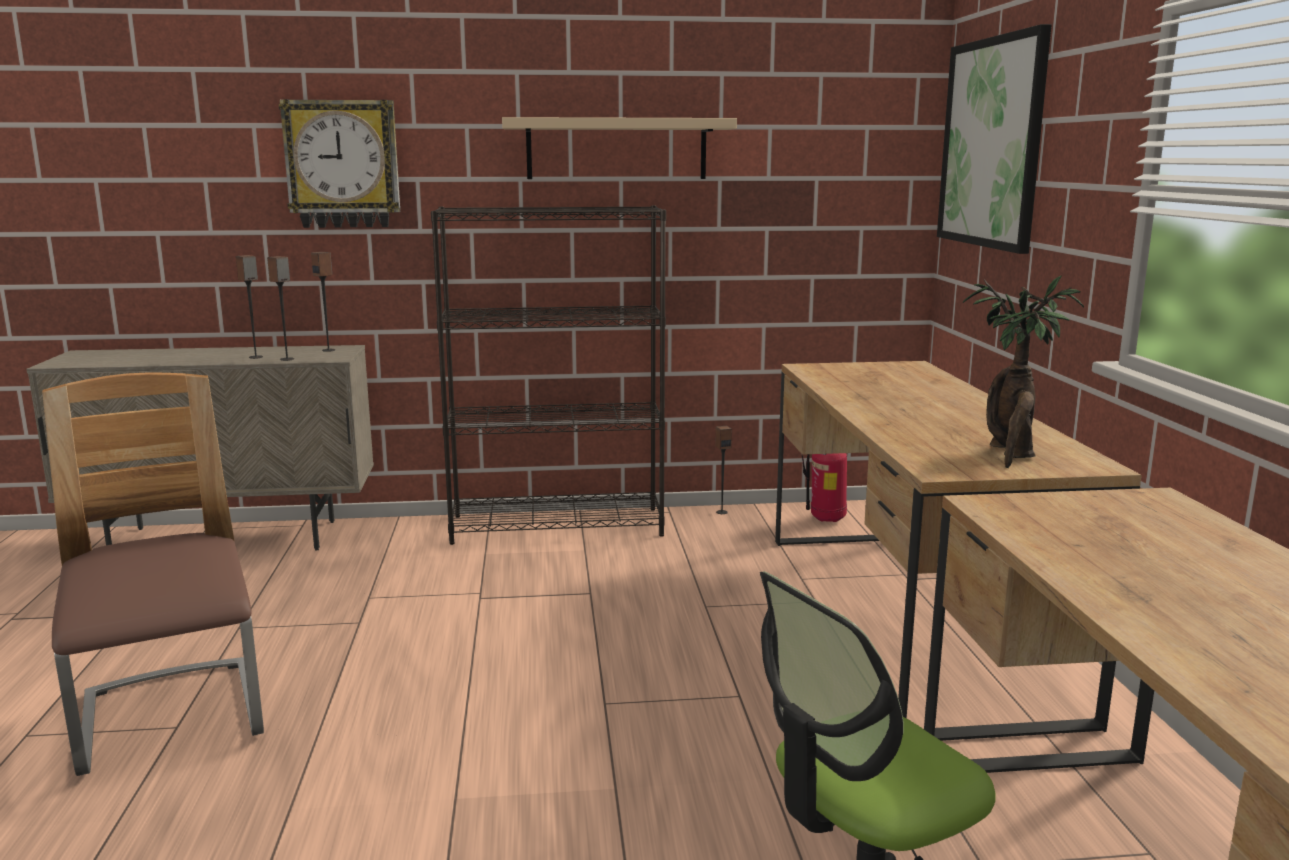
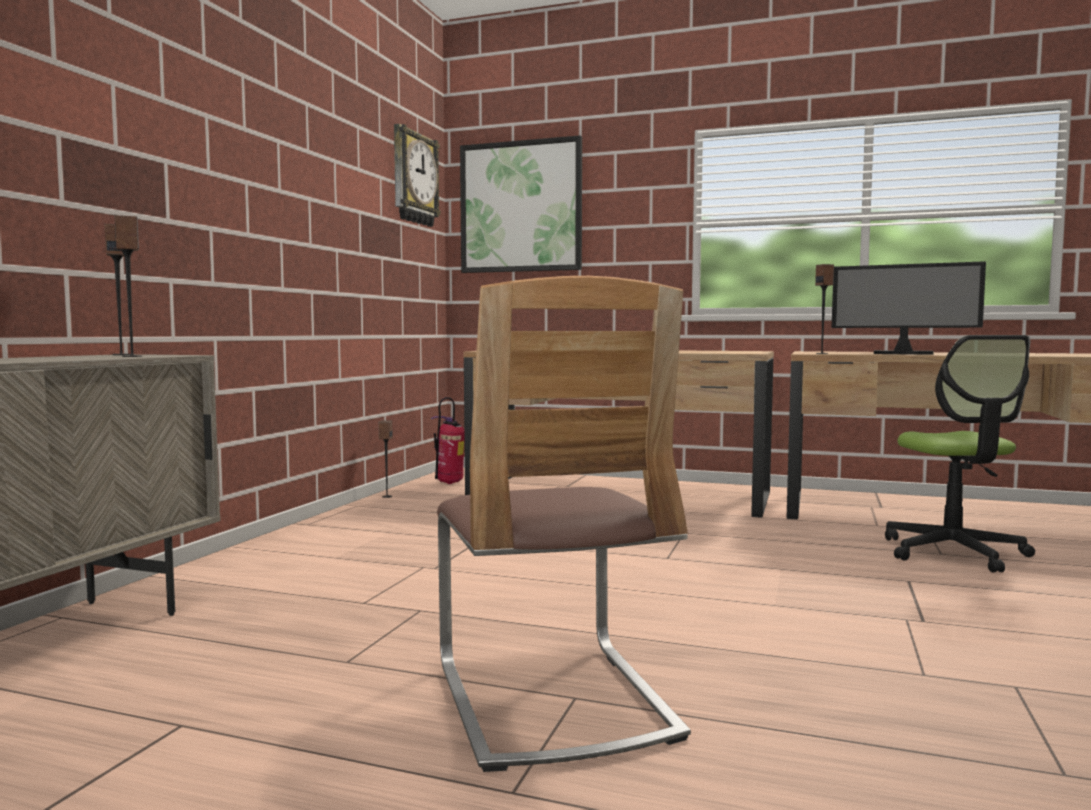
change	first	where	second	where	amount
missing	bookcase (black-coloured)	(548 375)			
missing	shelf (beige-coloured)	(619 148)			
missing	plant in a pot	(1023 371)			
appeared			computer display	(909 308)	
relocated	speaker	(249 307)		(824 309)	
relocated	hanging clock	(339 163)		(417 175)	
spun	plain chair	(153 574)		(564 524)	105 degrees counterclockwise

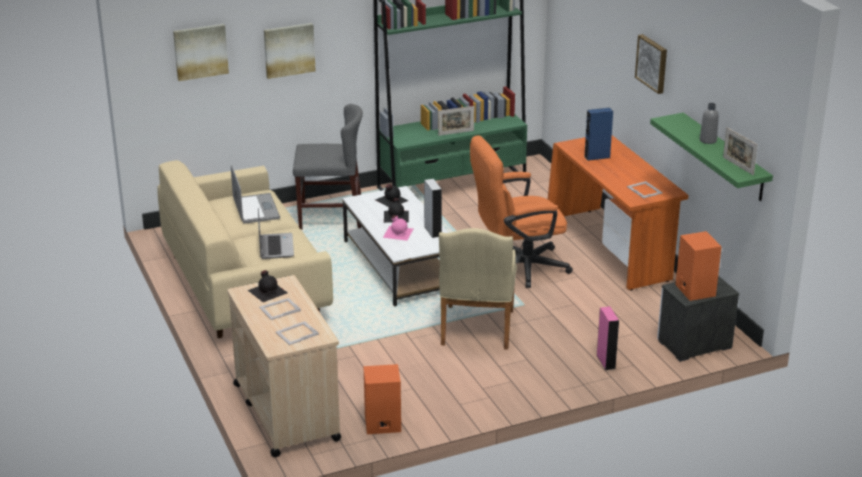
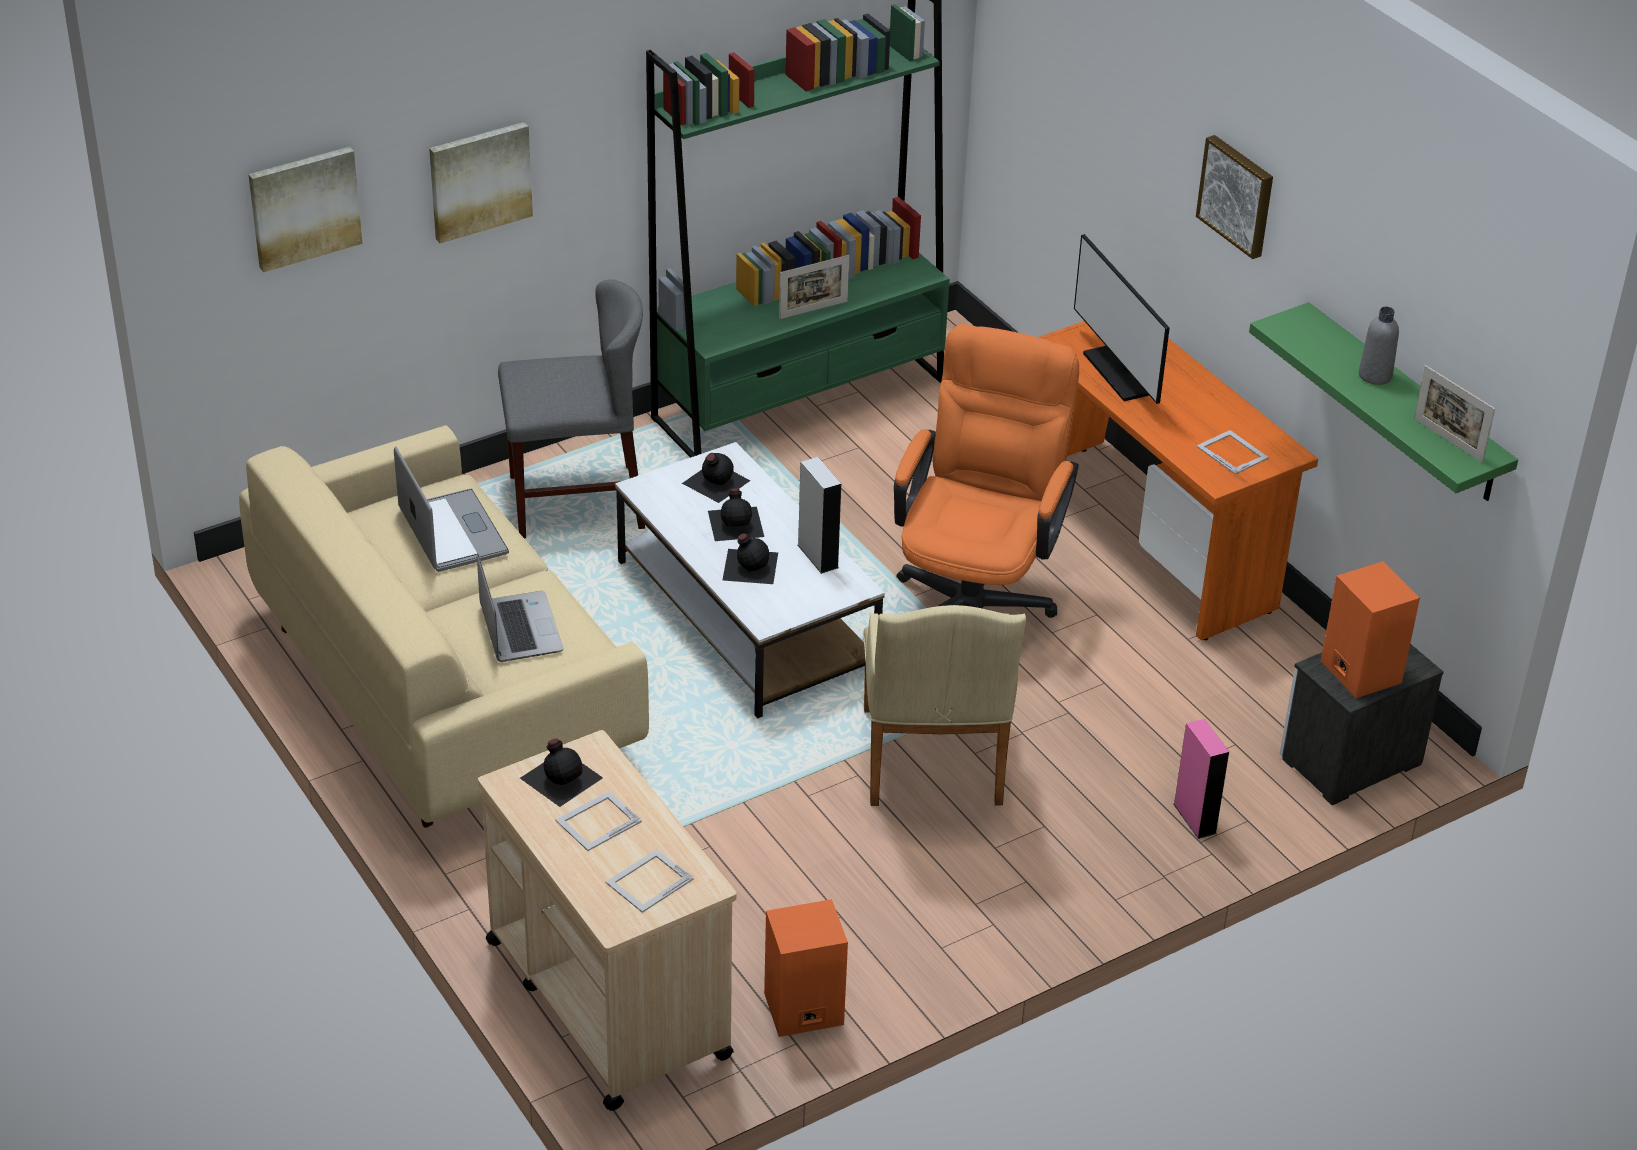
change	first	where	second	where	amount
exchanged	speaker (bluish)	(598 134)	computer display	(1122 319)	
colour	bottle (pink)	(398 228)	bottle (black-coloured)	(750 558)	
spun	computer chair (orangey)	(521 212)		(986 471)	135 degrees clockwise

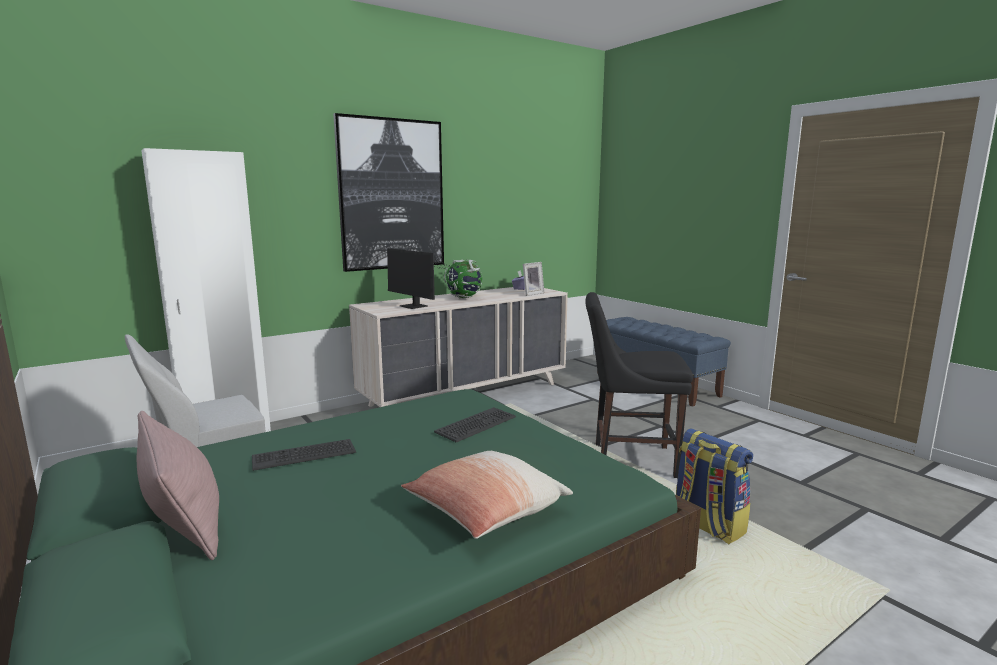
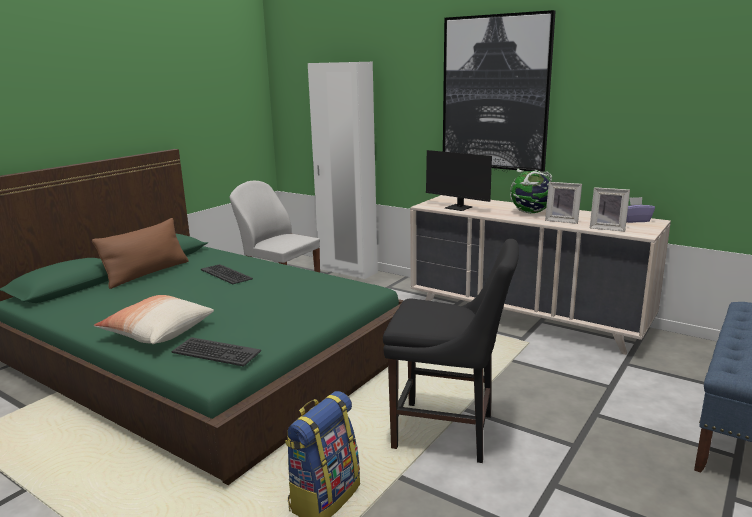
change	first	where	second	where	amount
appeared			standing frame	(563 203)	
relocated	computer keyboard	(475 425)		(216 351)	
colour	pillow (pink)	(178 485)	pillow (brownish)	(140 253)	
spun	computer display	(417 278)		(469 180)	75 degrees counterclockwise
spun	plain chair (black-coloured)	(639 385)		(451 351)	120 degrees clockwise

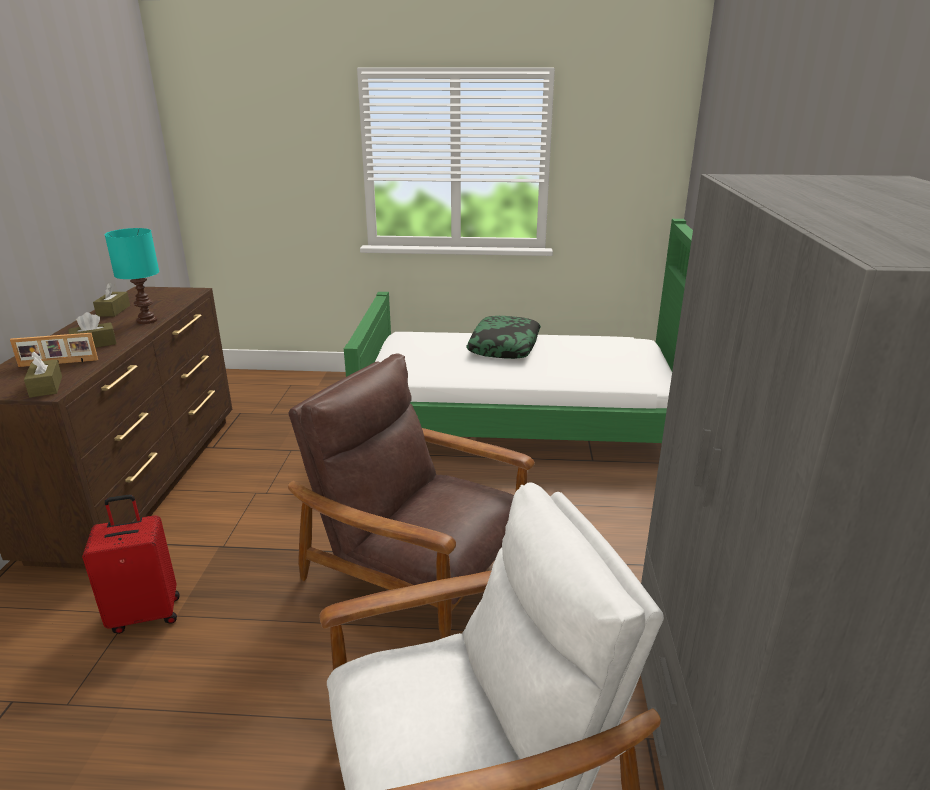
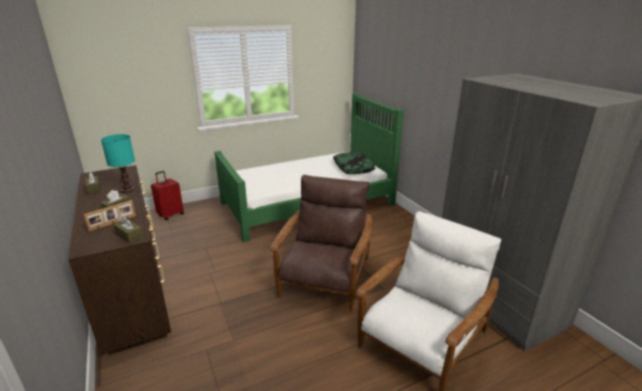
change	first	where	second	where	amount
relocated	piece of luggage (red-coloured)	(131 564)		(167 195)	
relocated	pillow	(504 337)		(354 163)	
spun	armchair (brownish)	(411 496)		(321 243)	105 degrees clockwise

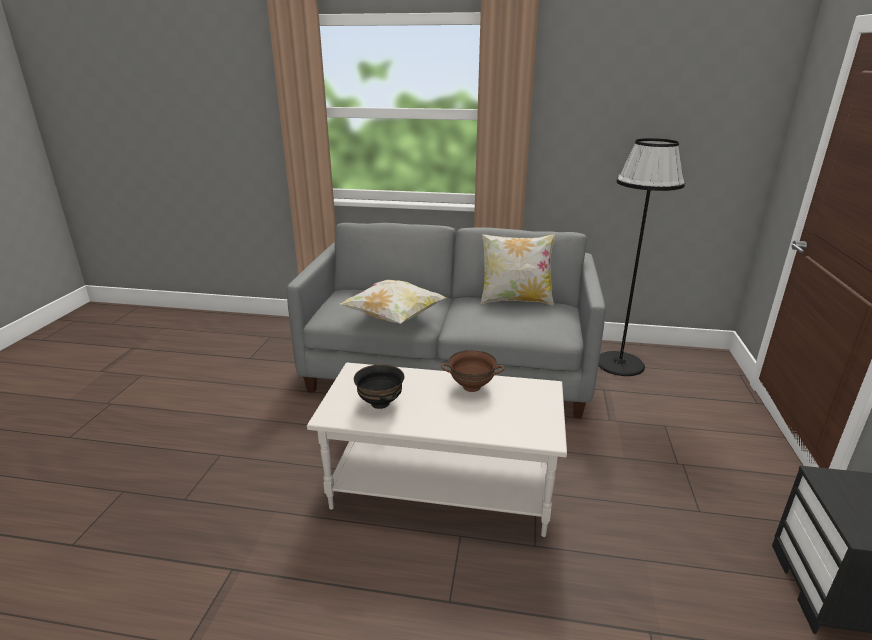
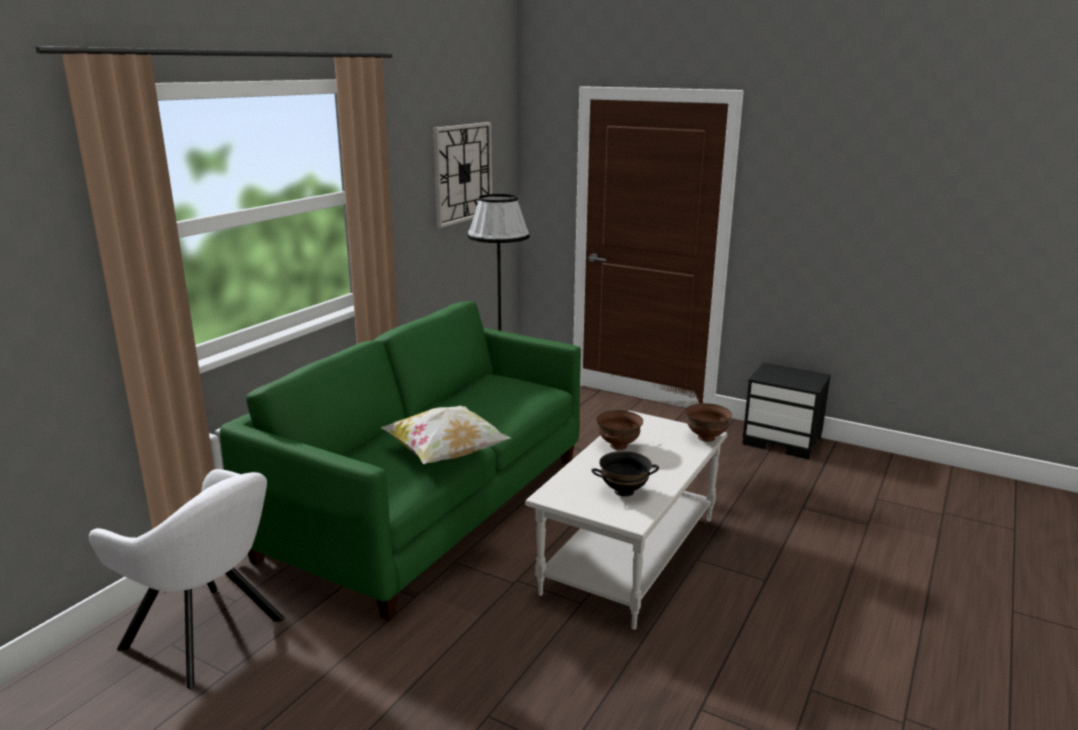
change	first	where	second	where	amount
missing	pillow	(518 269)			
appeared			armchair (whitish)	(187 579)	
appeared			hanging clock	(462 175)	
appeared			serving bowl (brownish)	(709 422)	
colour	sofa (greyish)	(446 320)	sofa (green)	(400 461)	

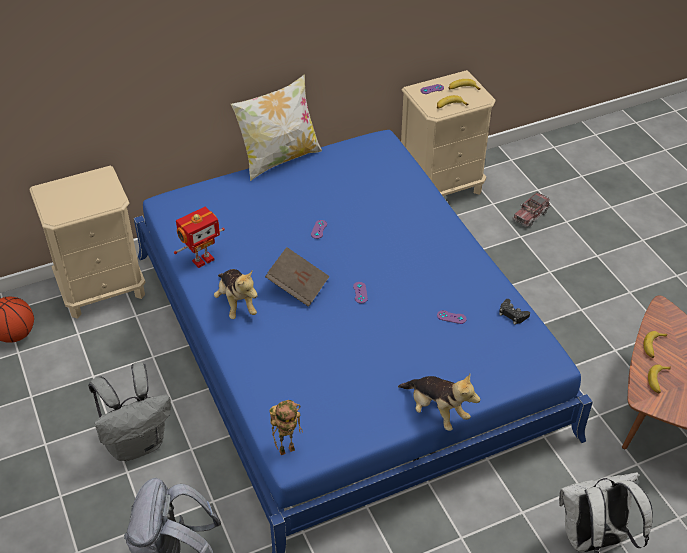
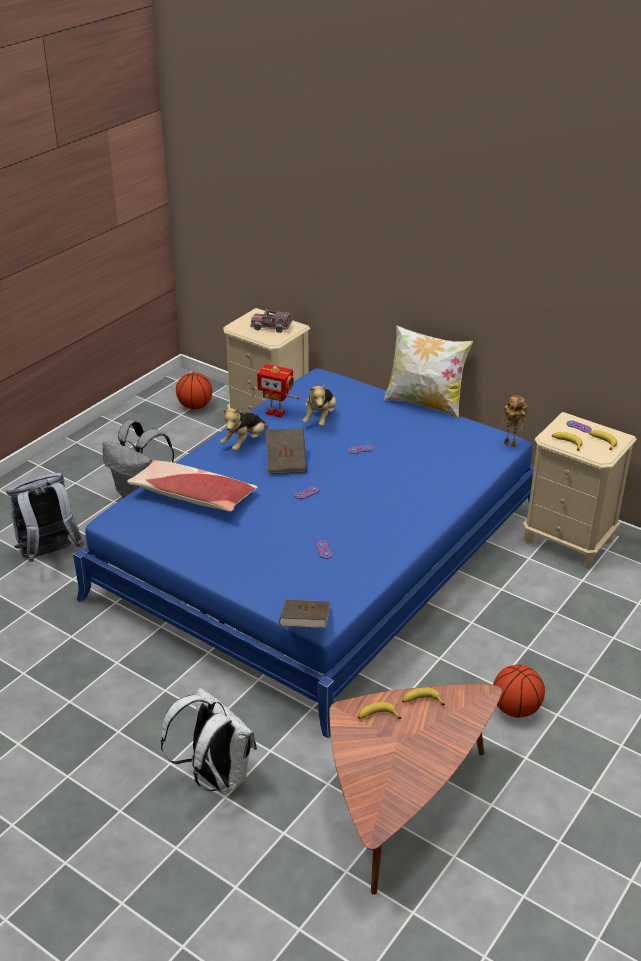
change	first	where	second	where	amount
missing	joypad (black-coloured)	(514 312)			
appeared			pillow	(192 486)	
appeared			bound book (brownish)	(304 614)	
appeared			ball for basketball	(519 691)	
relocated	robot figure	(286 427)		(513 421)	
relocated	plush toy	(439 402)		(319 405)	
relocated	toy lorry	(532 209)		(271 321)	

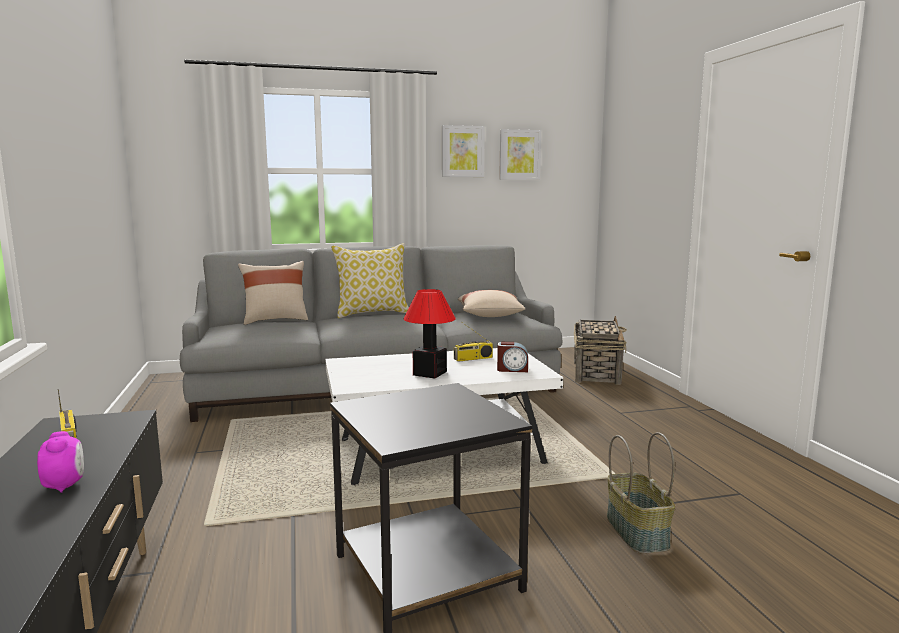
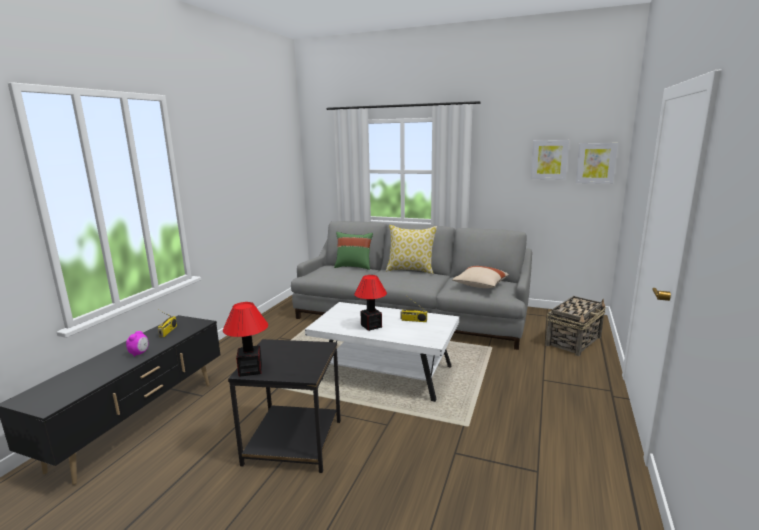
change	first	where	second	where	amount
missing	bedside clock	(512 357)			
missing	basket	(641 493)			
appeared			table lamp	(245 339)	
relocated	wall art	(463 151)		(597 163)	
colour	pillow (beige-coloured)	(273 293)	pillow (green)	(353 251)	

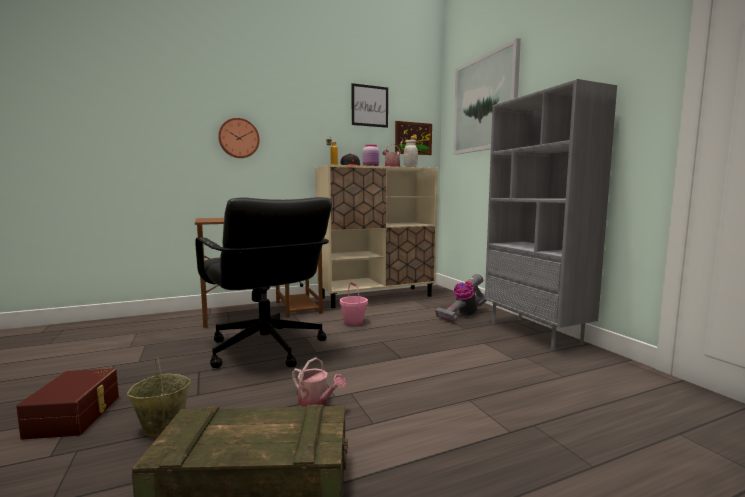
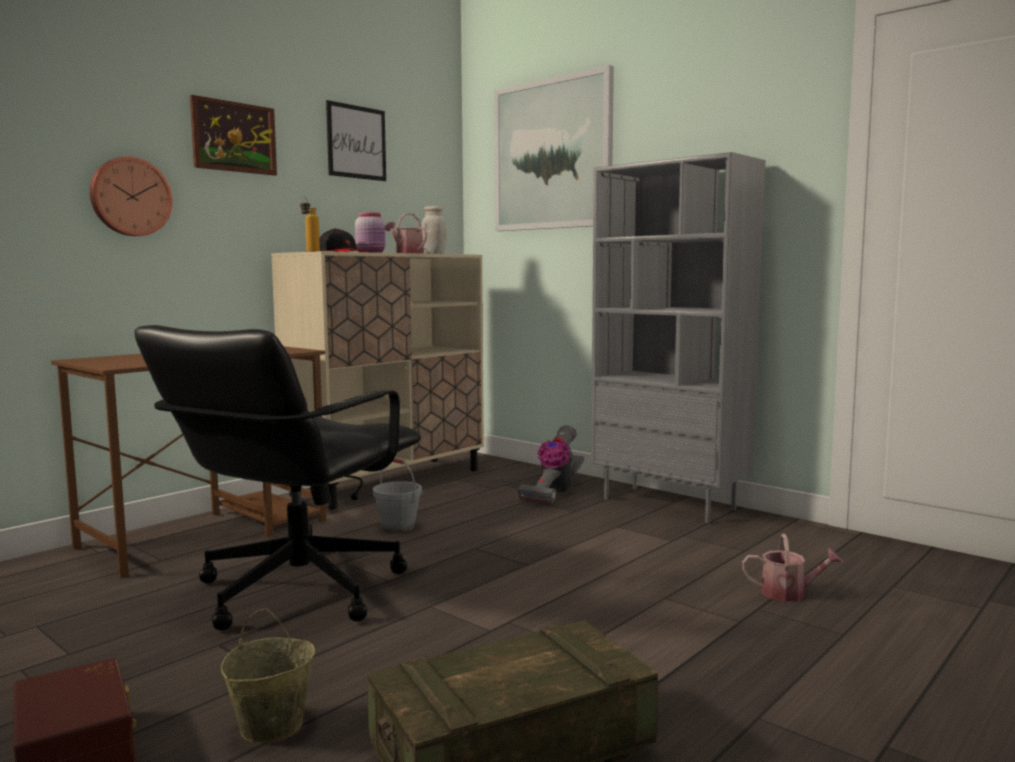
change	first	where	second	where	amount
relocated	watering can	(319 382)		(792 568)	
relocated	wall art	(413 138)		(233 135)	
colour	pail (pink)	(354 304)	pail (greyish)	(397 495)	
spun	computer chair (black-coloured)	(263 282)		(277 477)	90 degrees clockwise

